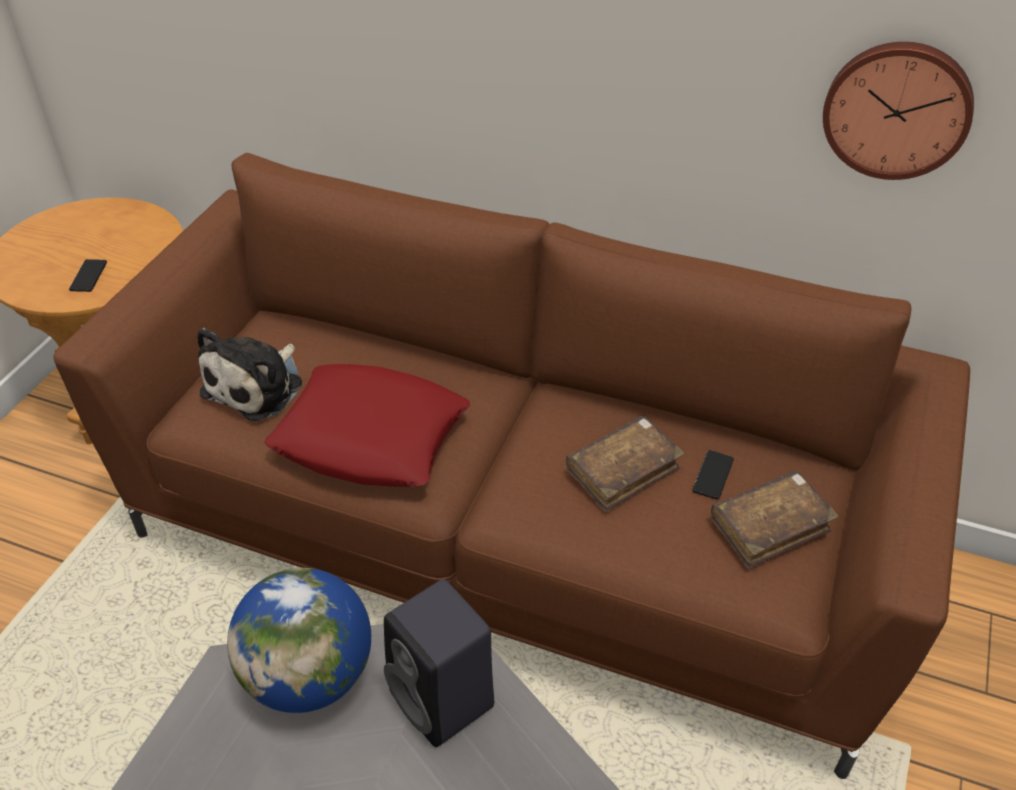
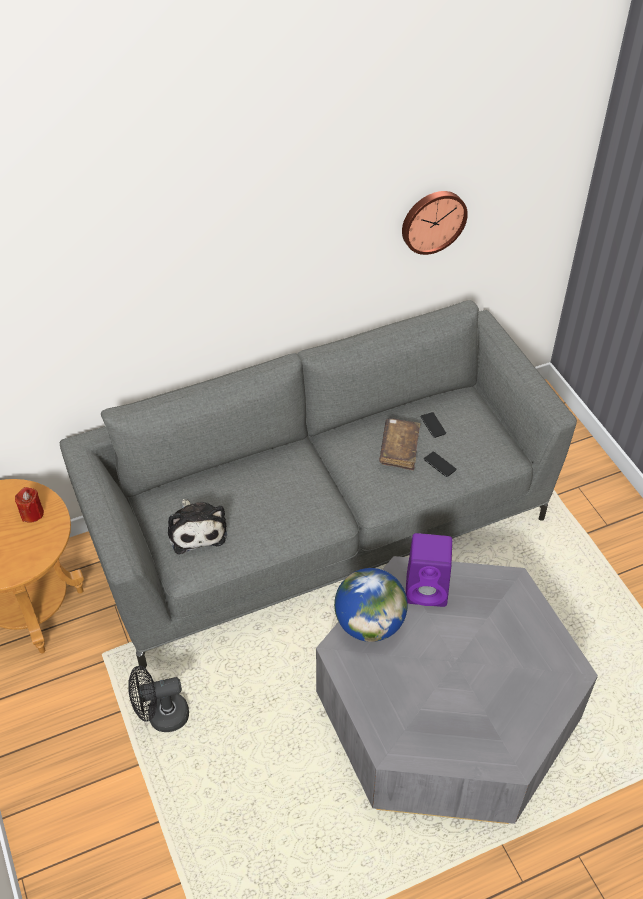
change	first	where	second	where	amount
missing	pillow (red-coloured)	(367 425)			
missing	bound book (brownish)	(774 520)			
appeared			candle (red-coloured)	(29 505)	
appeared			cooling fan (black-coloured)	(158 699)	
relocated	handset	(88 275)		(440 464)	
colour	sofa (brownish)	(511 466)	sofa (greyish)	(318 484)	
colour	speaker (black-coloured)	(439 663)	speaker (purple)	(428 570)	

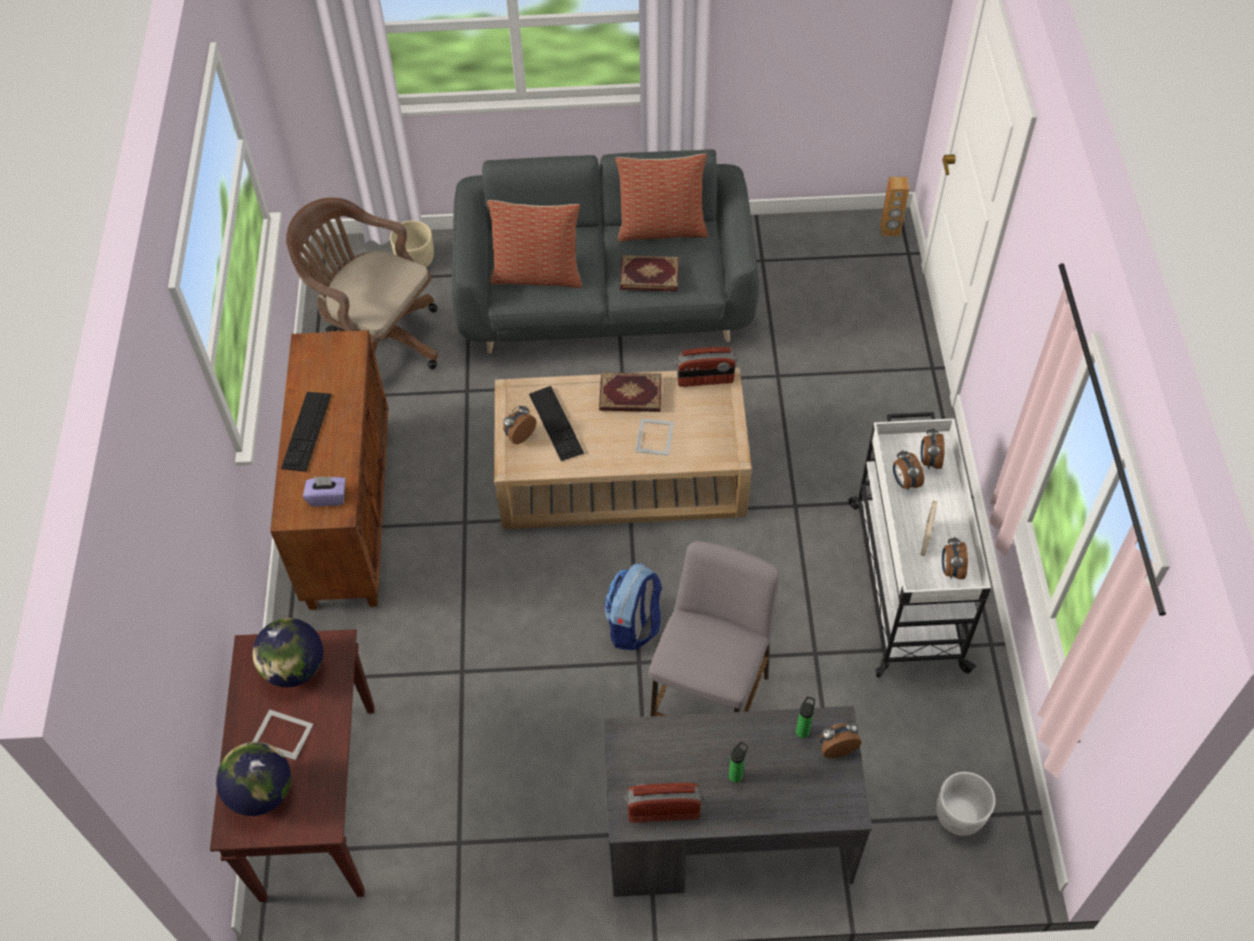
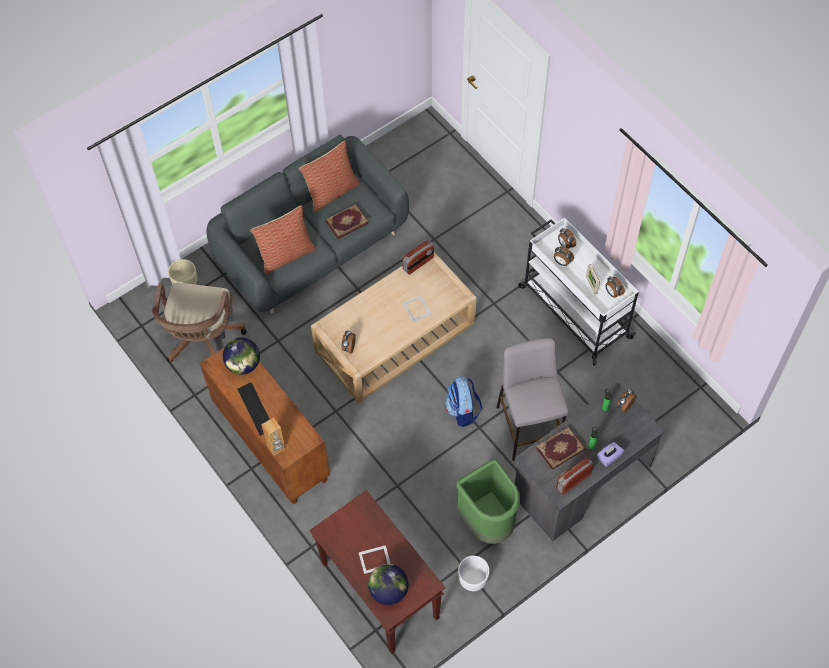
change	first	where	second	where	amount
missing	computer keyboard	(556 423)			
appeared			rubbish bin (green)	(488 501)	
relocated	world globe	(288 652)		(241 356)	
relocated	box of tissues (purple)	(324 492)		(610 454)	
relocated	bound book	(630 392)		(561 448)	
relocated	speaker (brownish)	(895 206)		(273 437)	
relocated	planter (whitish)	(965 804)		(473 573)	
spun	computer chair (brownish)	(362 283)		(199 322)	75 degrees counterclockwise

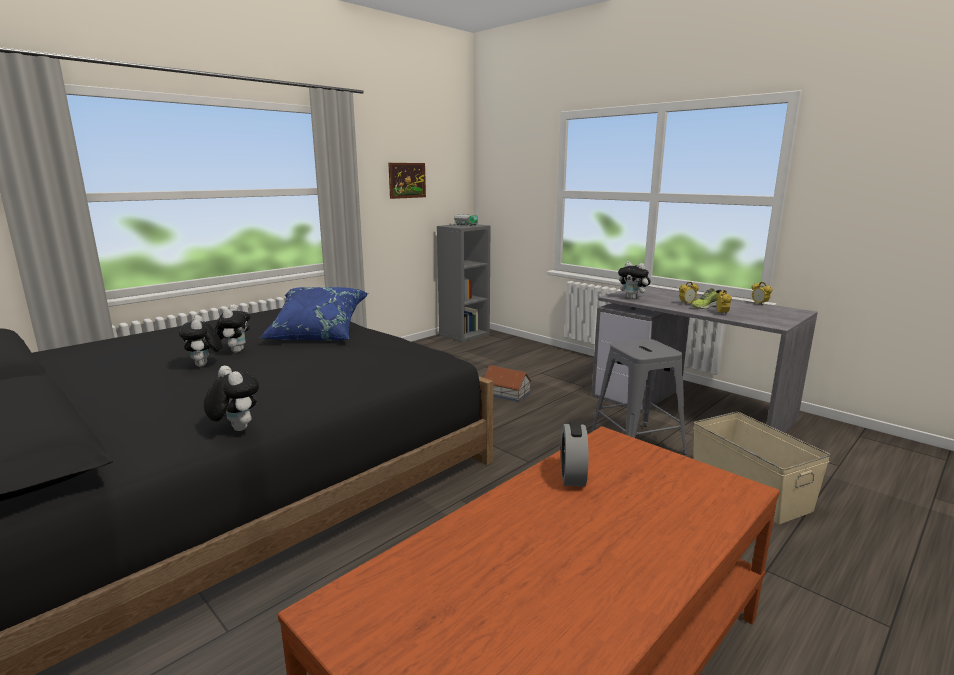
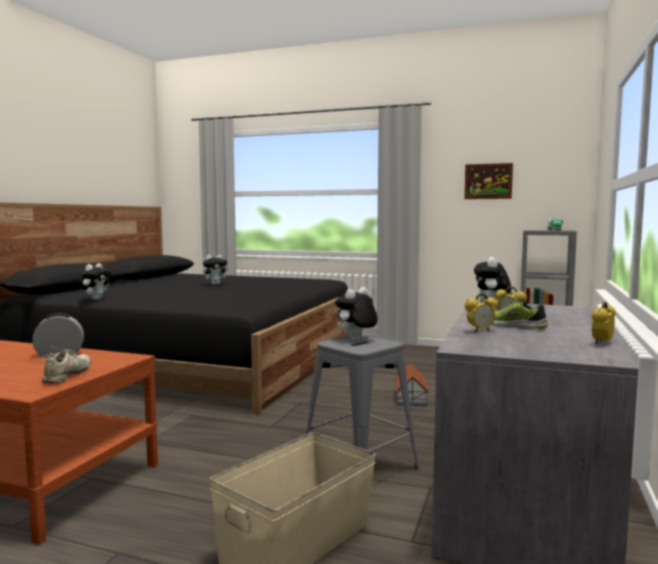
change	first	where	second	where	amount
missing	pillow (bluish)	(314 314)			
appeared			low shoe (beige-coloured)	(64 365)	
relocated	plush toy	(200 341)		(356 313)	

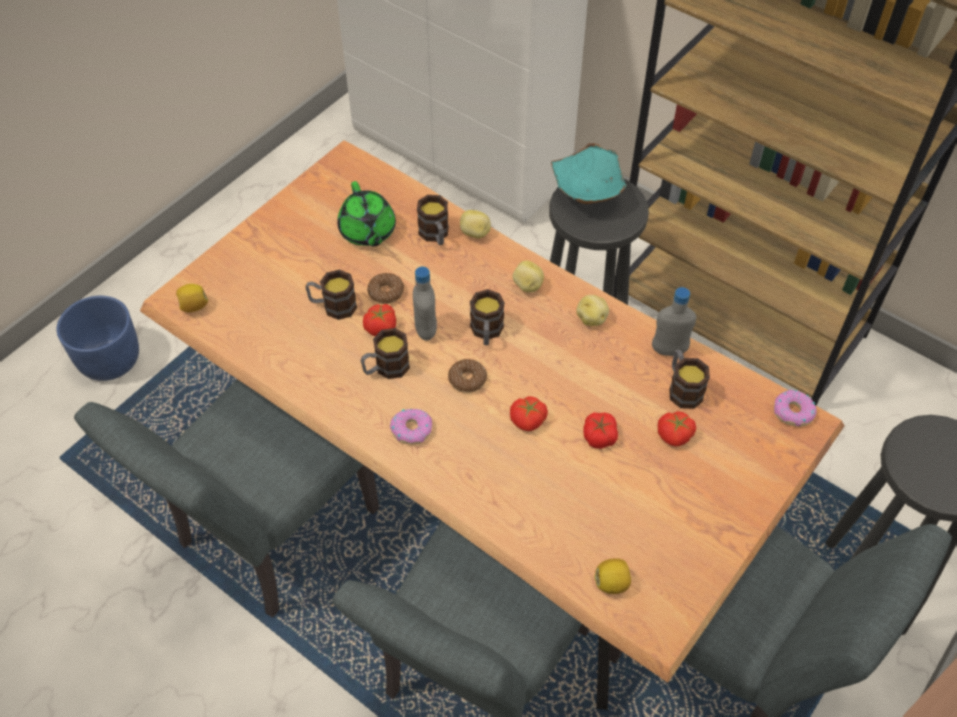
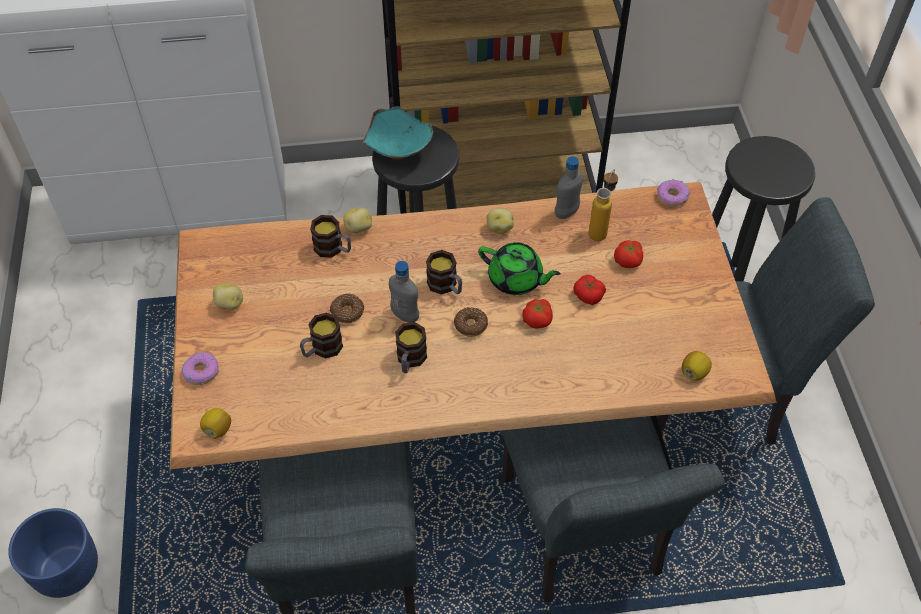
change	first	where	second	where	amount
missing	whole tomato	(379 320)			
relocated	teapot (green)	(366 214)		(519 268)	
relocated	donut	(411 427)		(200 368)	
relocated	whole potato	(528 276)		(228 296)	
exchanged	tea mug	(689 379)	bottle	(603 205)	

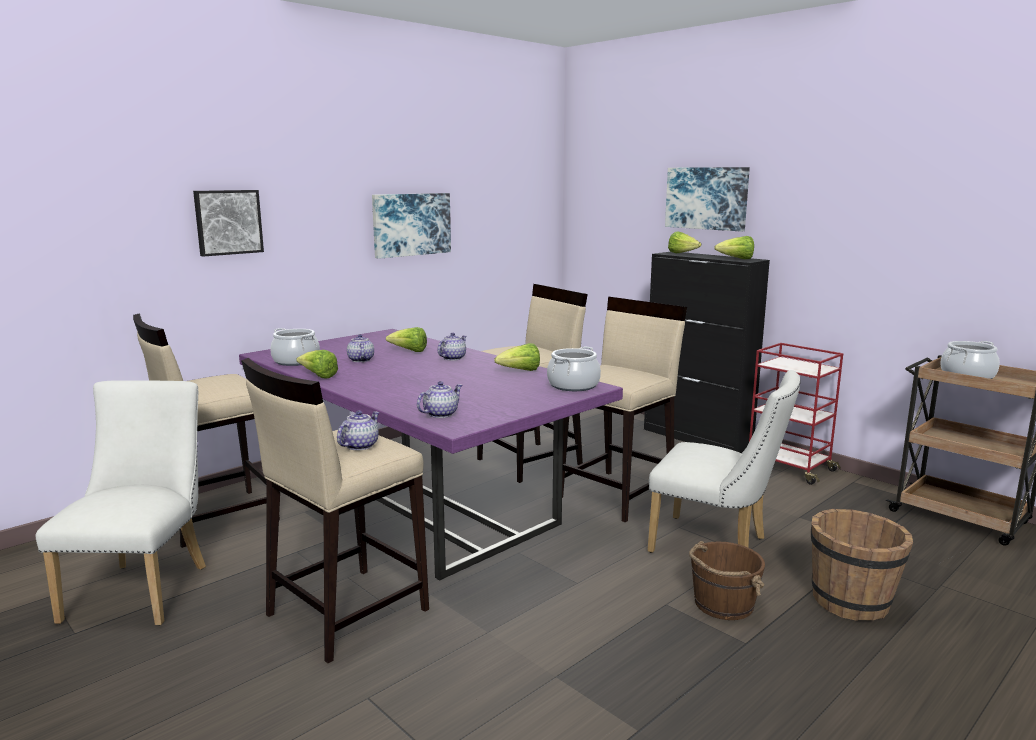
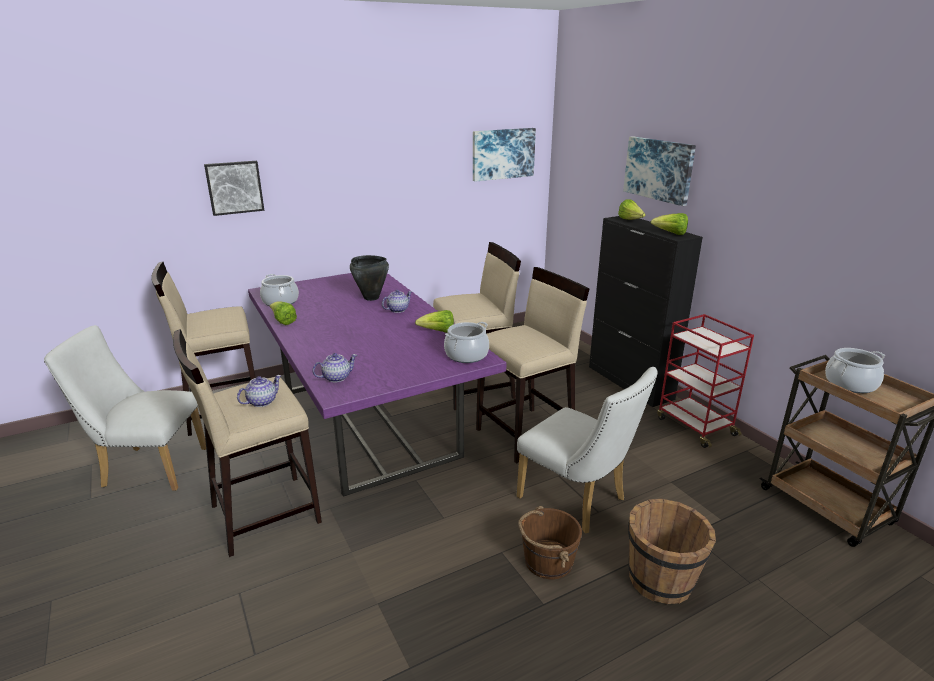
change	first	where	second	where	amount
missing	teapot	(360 348)			
relocated	wall art	(411 226)		(504 155)	
exchanged	head of lettuce	(406 339)	saucepot (black-coloured)	(369 278)	
spun	plain chair (whitish)	(121 503)		(125 408)	105 degrees counterclockwise

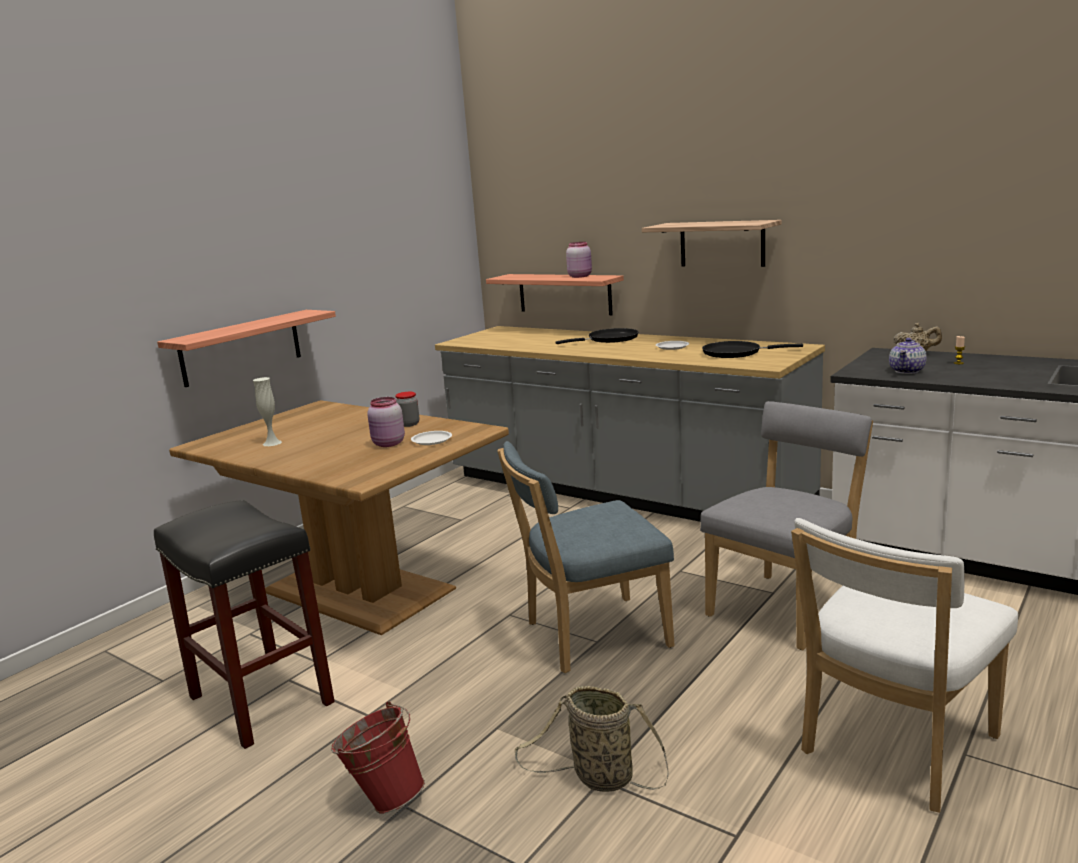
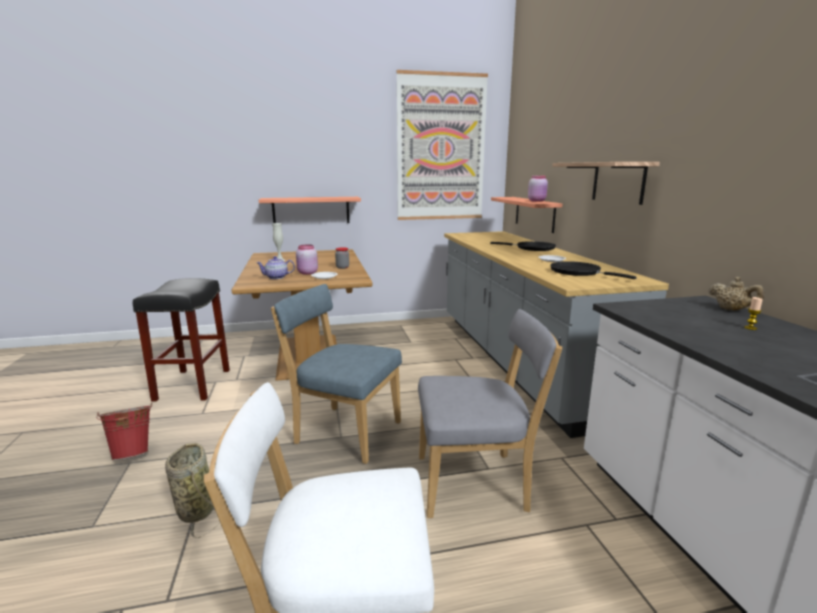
change	first	where	second	where	amount
appeared			wall art	(442 145)	
relocated	teapot	(908 356)		(275 267)	

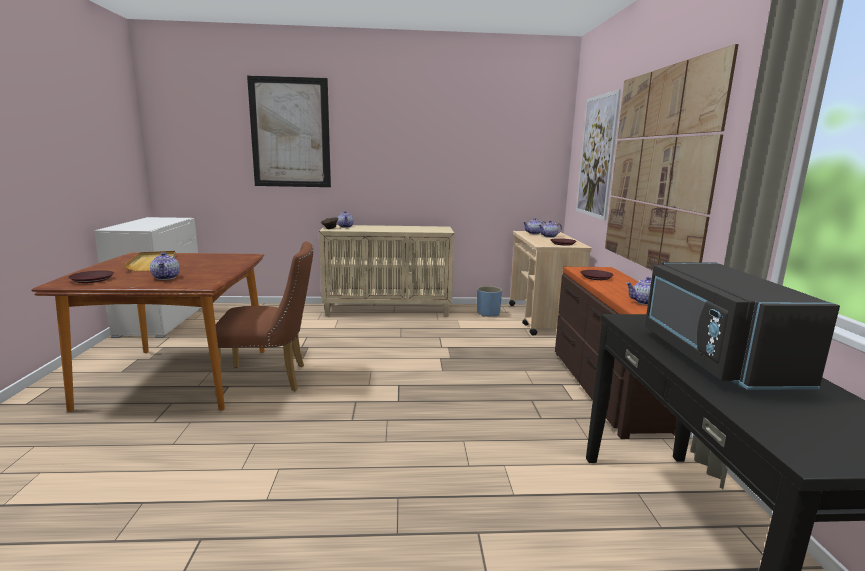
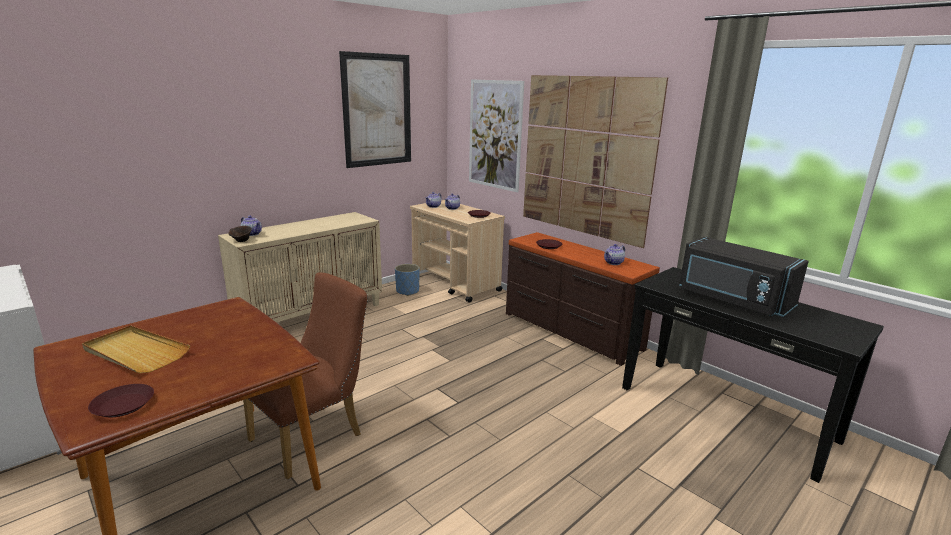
change	first	where	second	where	amount
missing	teapot	(165 266)			
relocated	wall art	(289 131)		(375 109)	

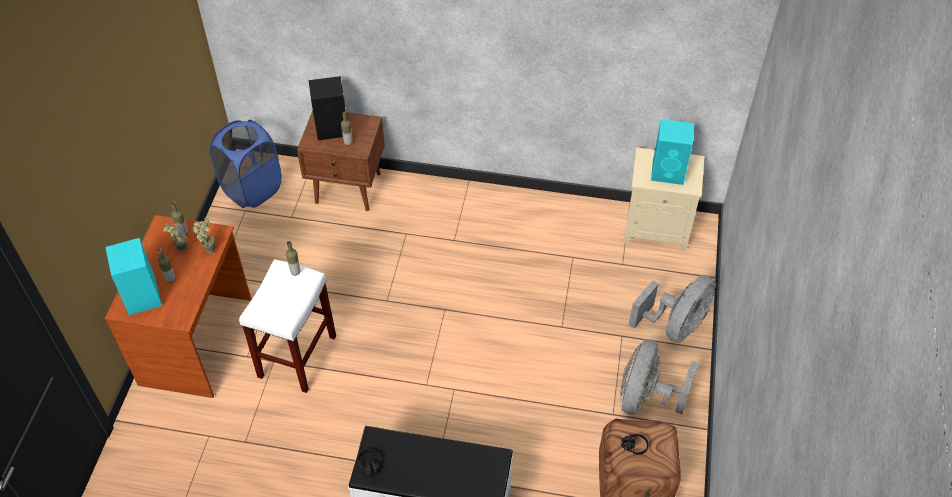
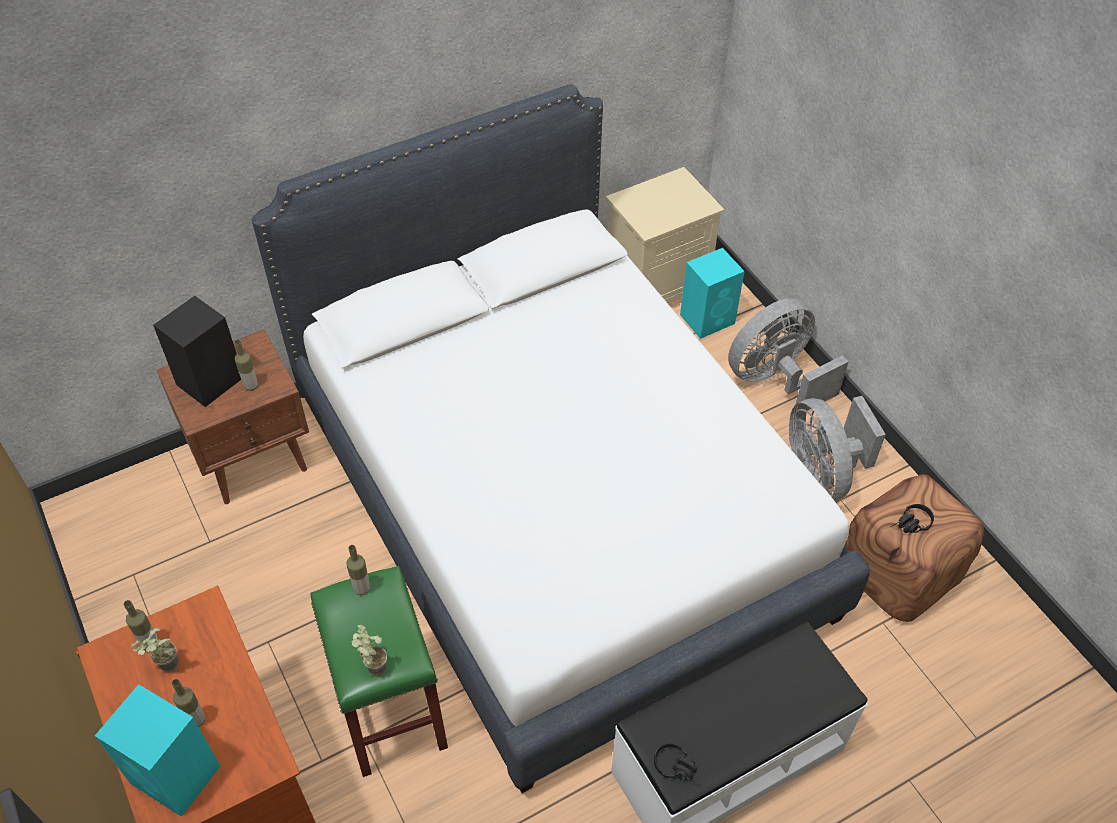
change	first	where	second	where	amount
missing	hamper (bluish)	(246 164)			
appeared			bedroom bed (whitish)	(561 438)	
relocated	plant in a pot	(204 235)		(369 651)	
relocated	speaker (blue-green)	(672 152)		(712 293)	
colour	stool (whitish)	(287 326)	stool (green)	(379 671)	
spun	cooling fan (greyish)	(672 309)		(788 354)	120 degrees counterclockwise

